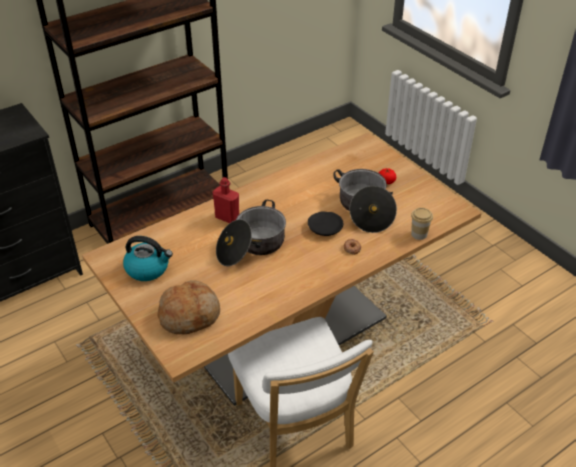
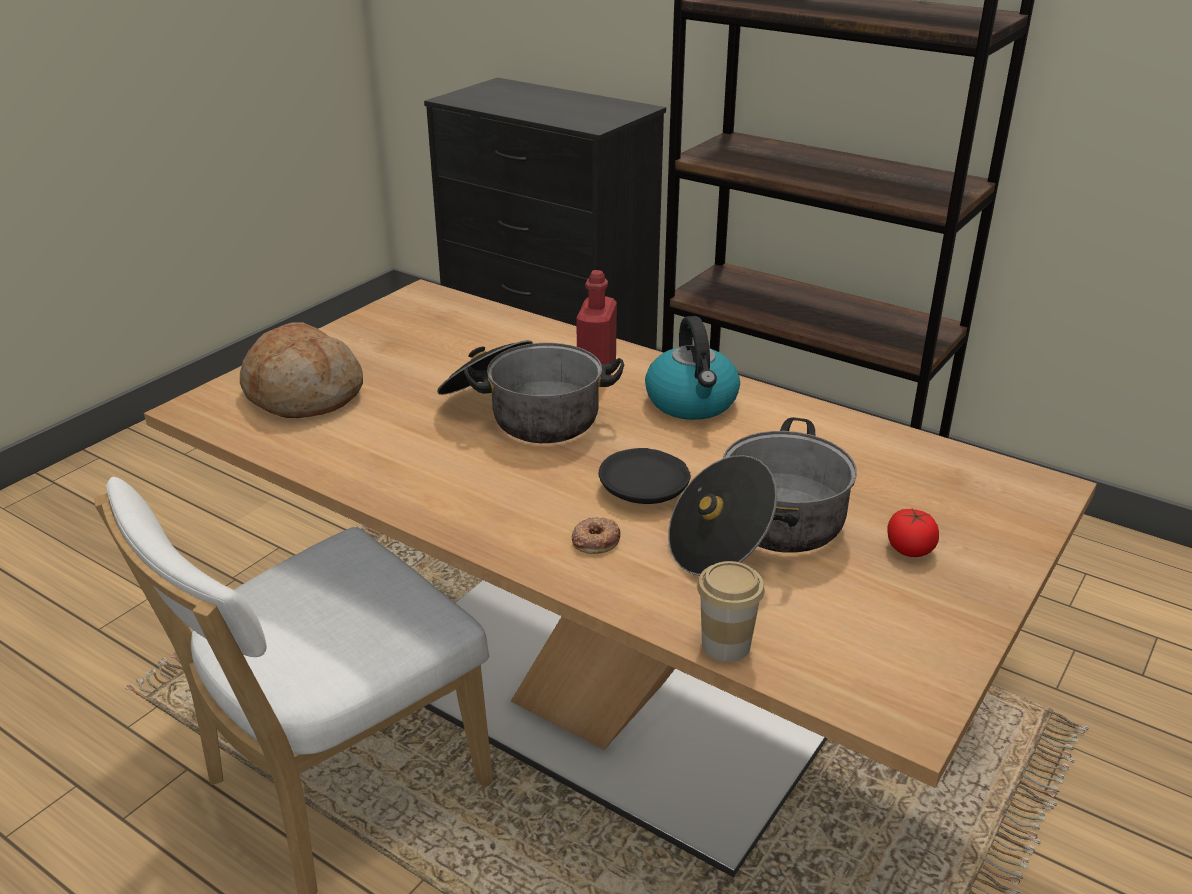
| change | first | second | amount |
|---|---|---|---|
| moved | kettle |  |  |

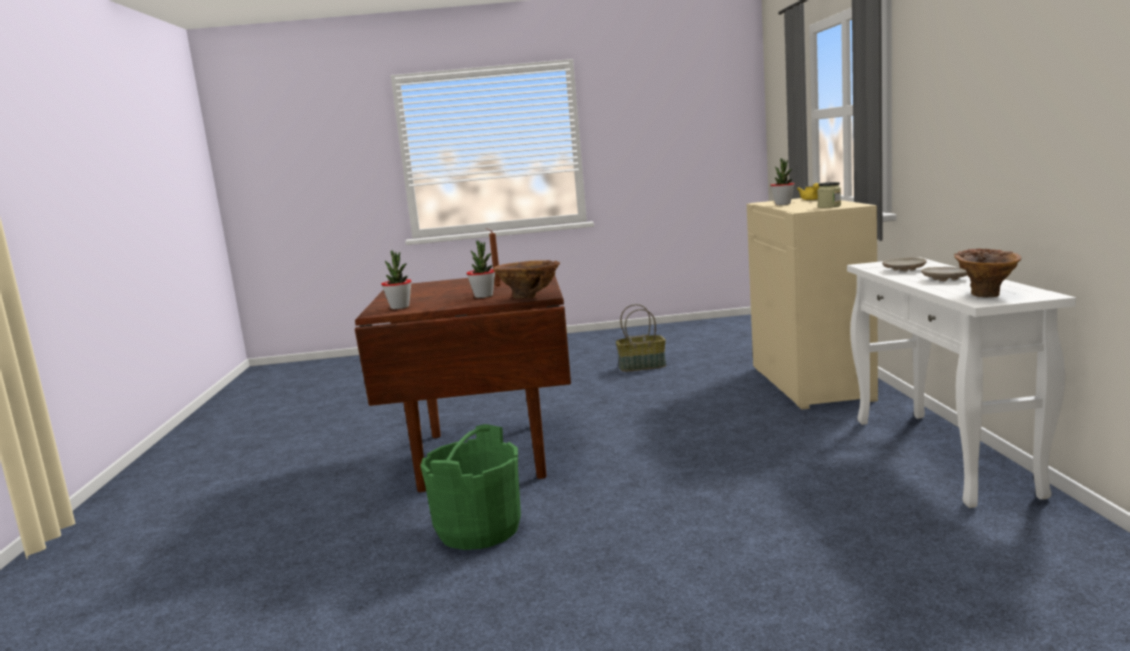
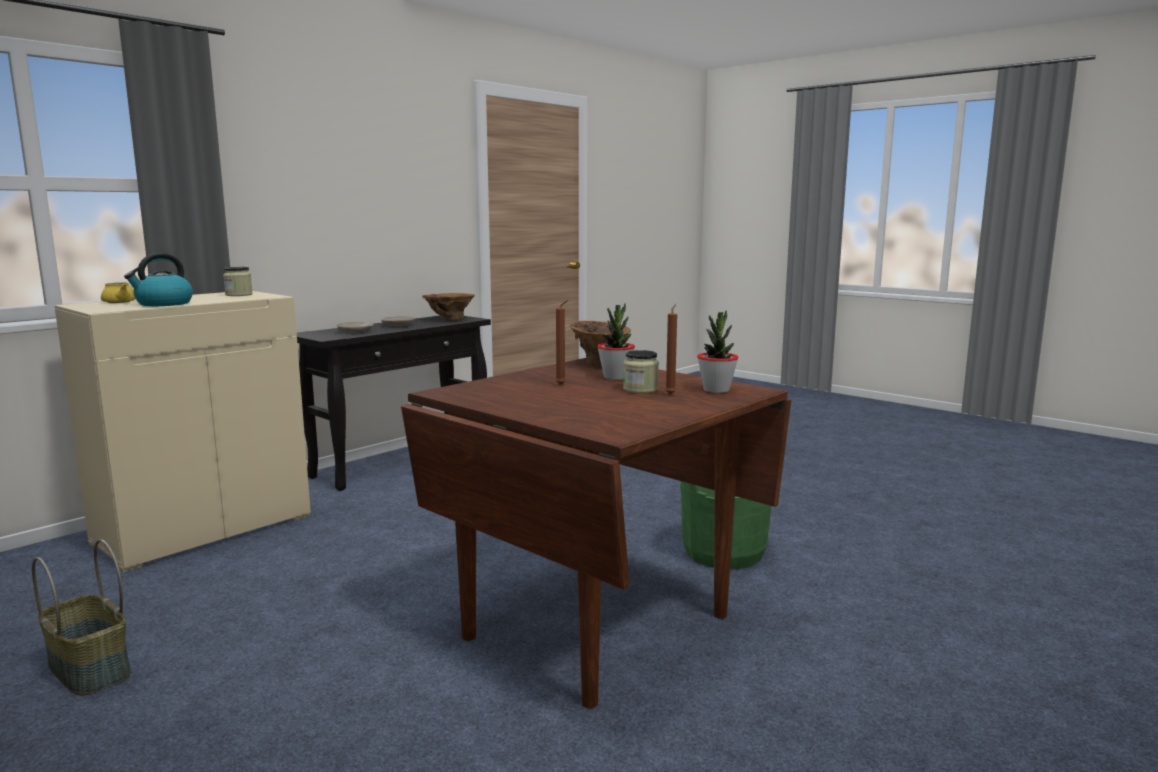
| change | first | second | amount |
|---|---|---|---|
| replaced | potted plant (3rd from left) | kettle |  |
| recoloured | white narrow table | blackish narrow table |  |
| added |  | jar (2nd from left) |  |
| added |  | brown-coloured wax light (2nd from left) |  |

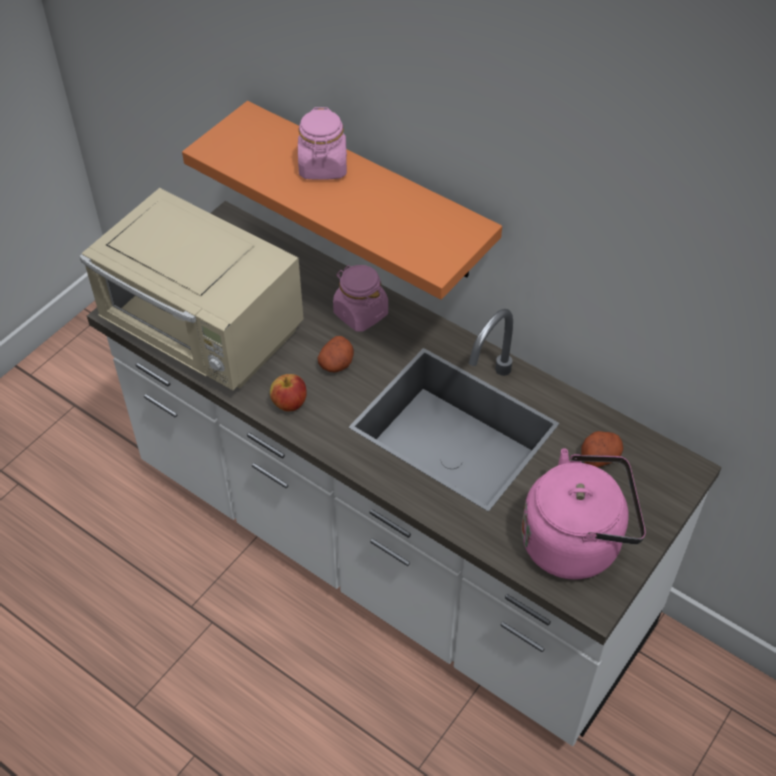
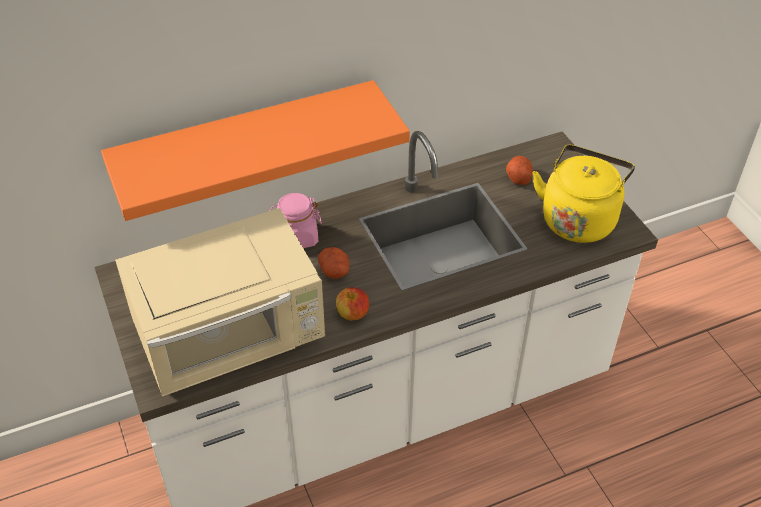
| change | first | second | amount |
|---|---|---|---|
| recoloured | pink-coloured kettle | yellow-coloured kettle |  |
| removed | pink-coloured jar (1st from left) |  |  |

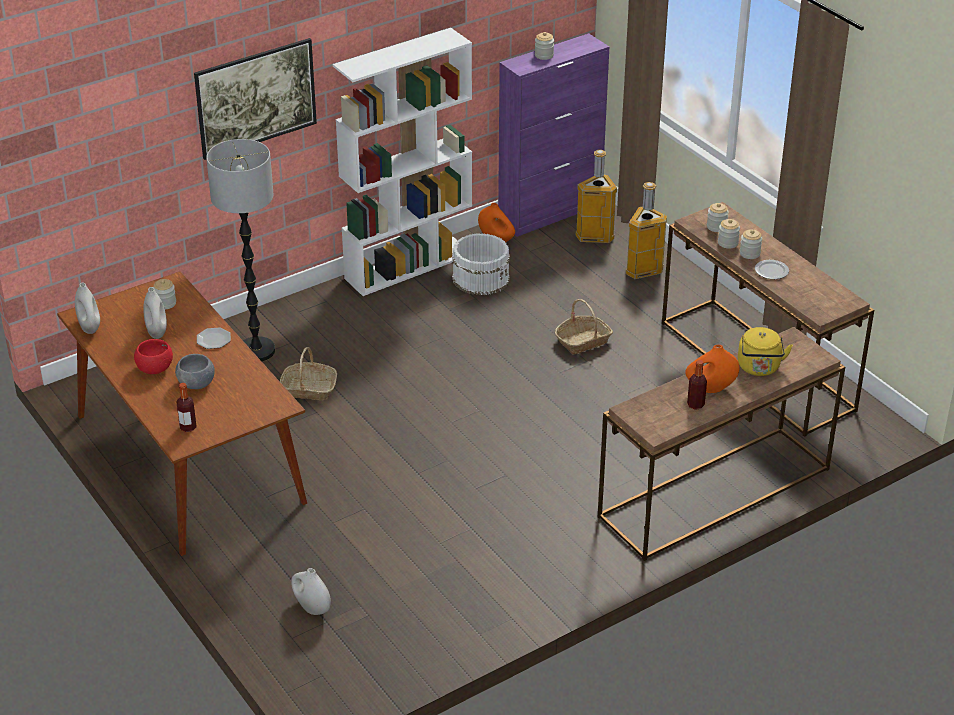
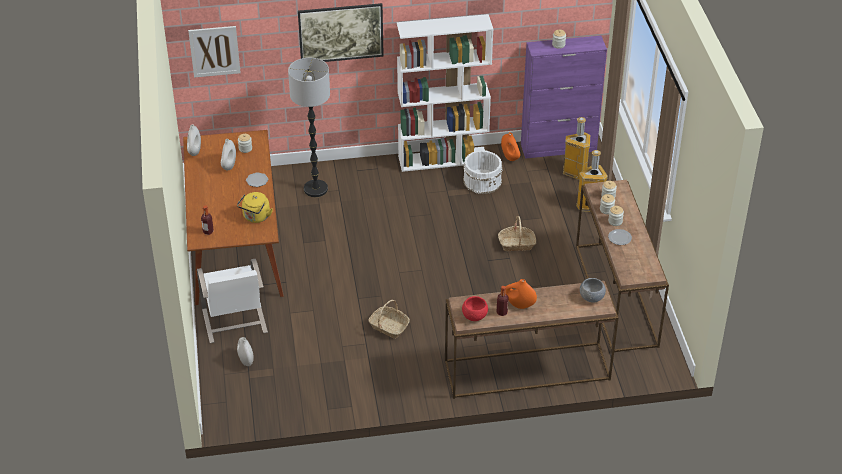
| change | first | second | amount |
|---|---|---|---|
| added |  | wall art (1st from left) |  |
| added |  | white chair |  |
| moved | yellow-coloured kettle |  |  |
| moved | storage basket (1st from left) |  |  |
| moved | reddish bowl |  |  |
| moved | gray bowl |  |  |

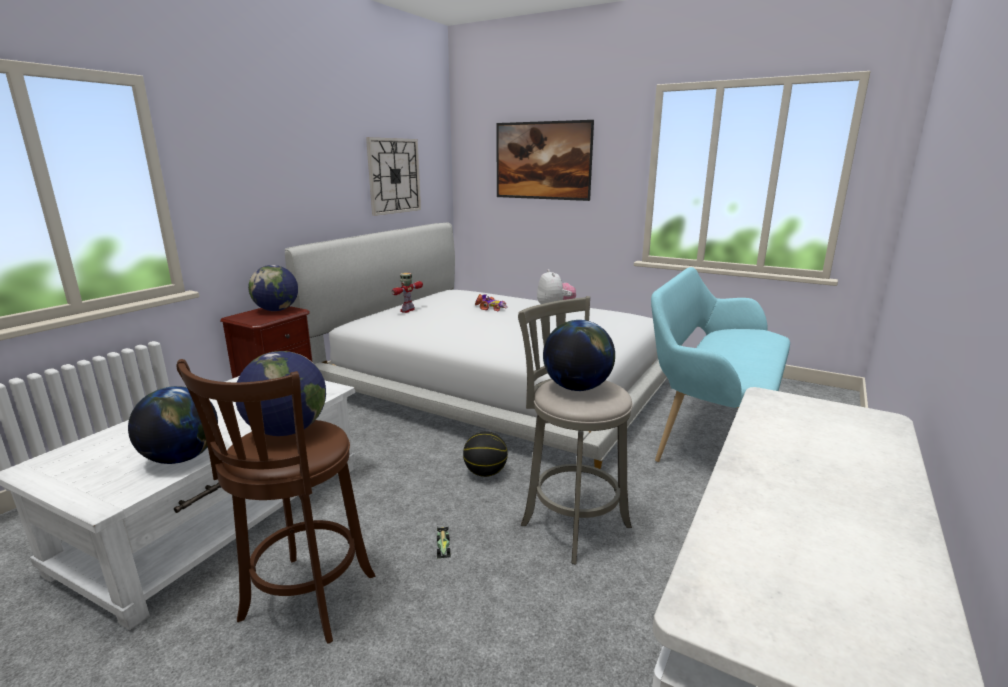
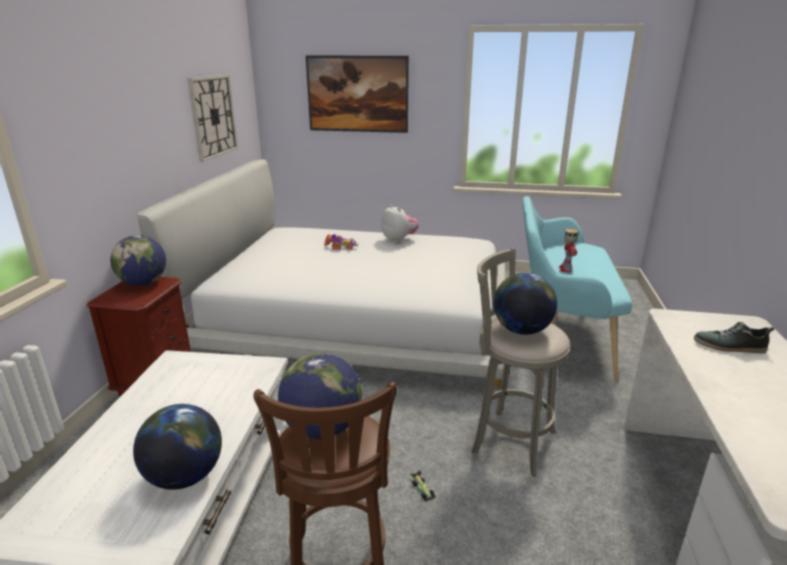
| change | first | second | amount |
|---|---|---|---|
| moved | model robot |  |  |
| added |  | shoe |  |
| removed | basketball |  |  |

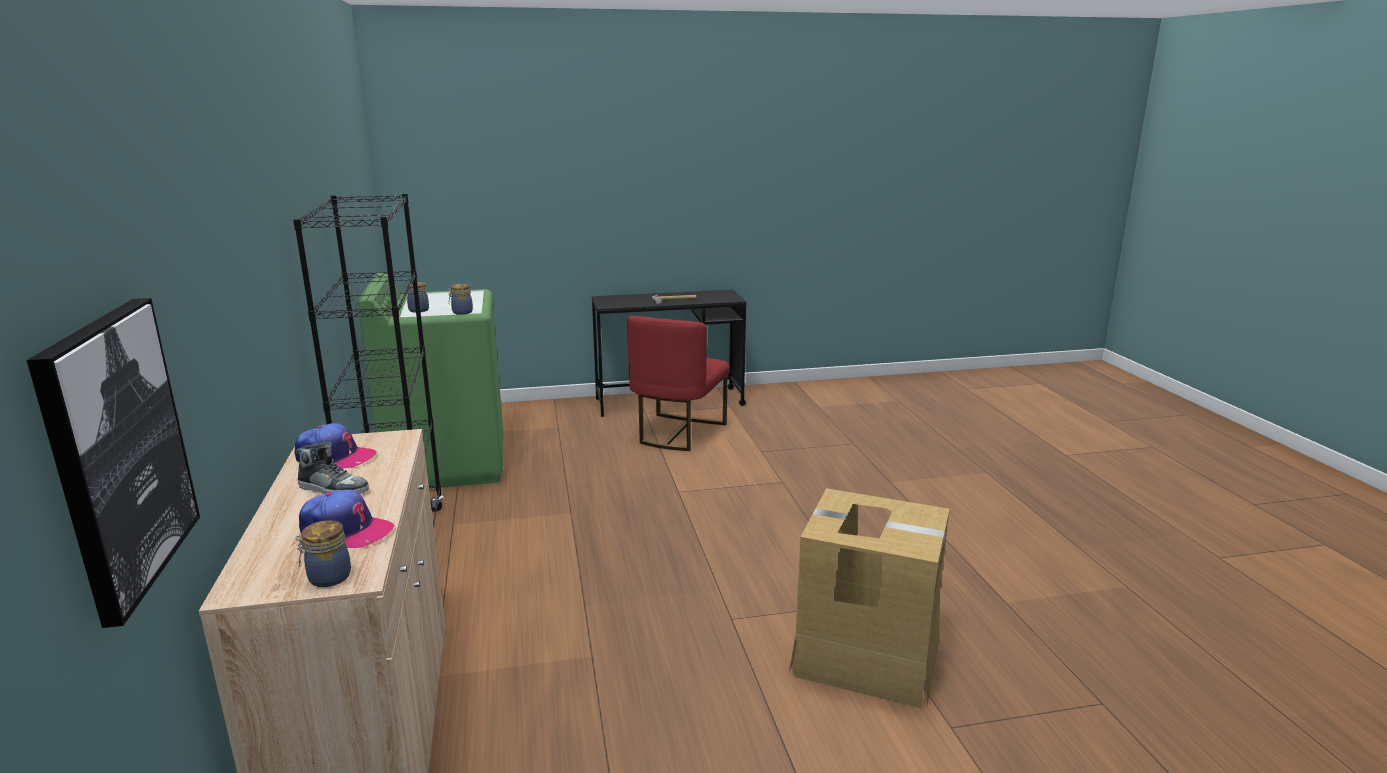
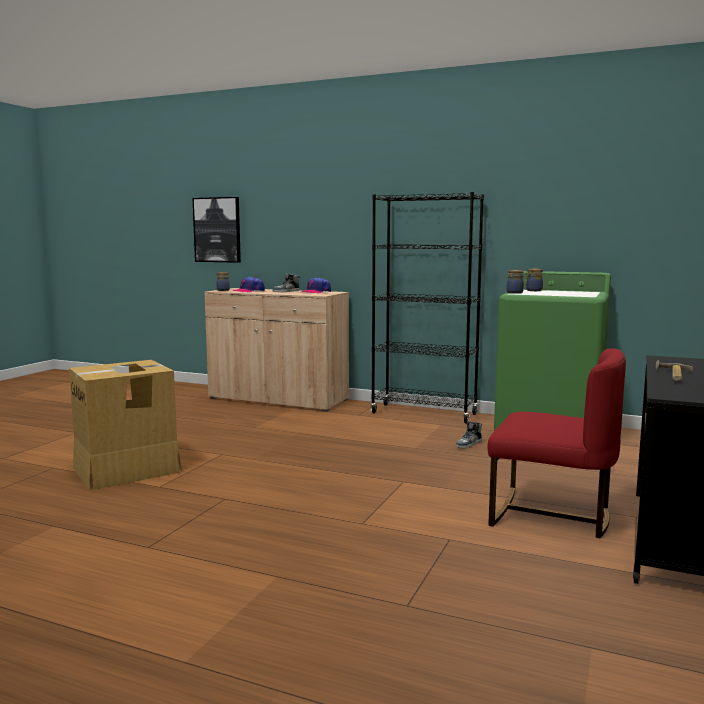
| change | first | second | amount |
|---|---|---|---|
| added |  | shoe (2nd from left) |  |
| turned | reddish chair |  | 150 degrees clockwise |

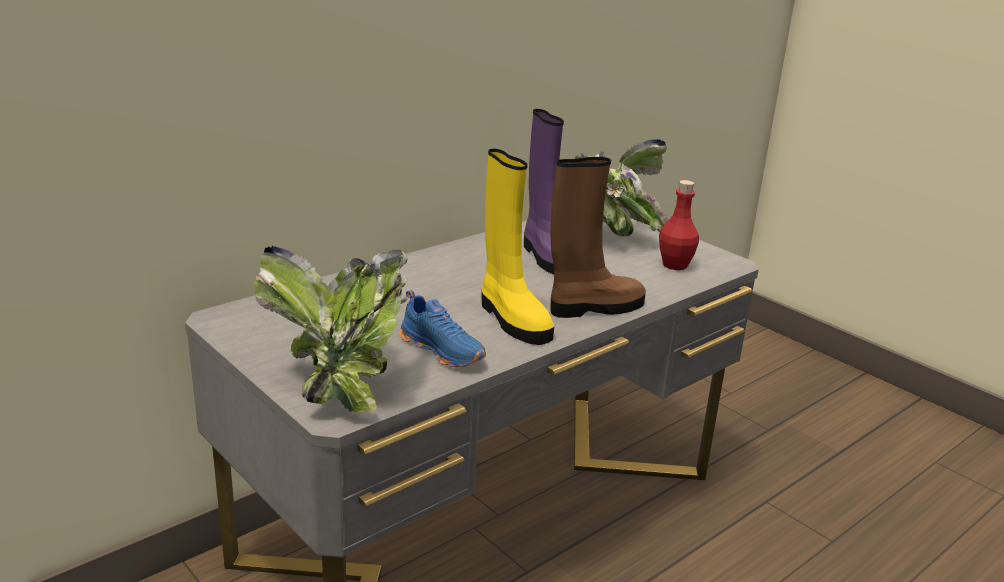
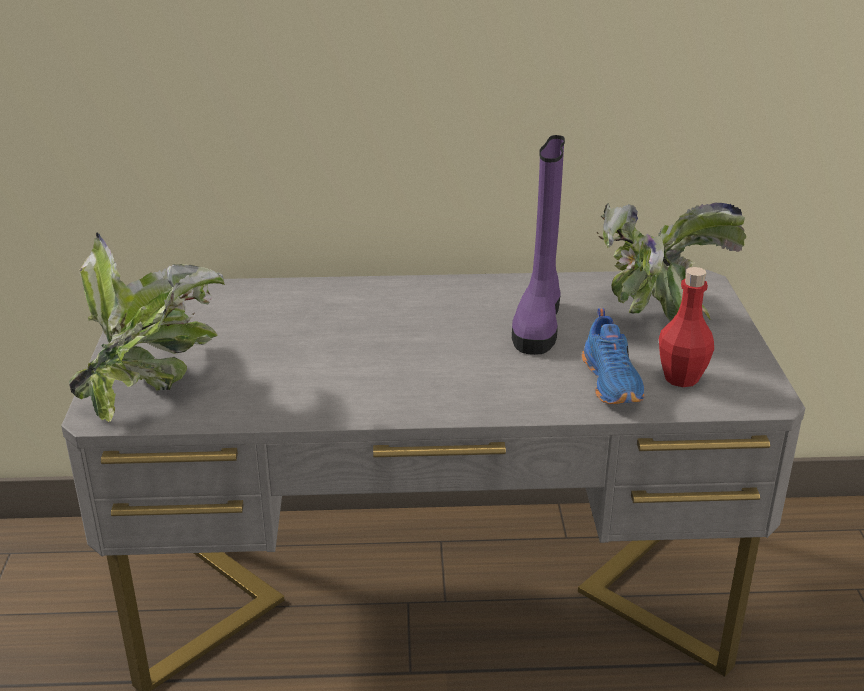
| change | first | second | amount |
|---|---|---|---|
| moved | blue-coloured shoe |  |  |
| removed | yellow-coloured tall boot |  |  |
| removed | brown-coloured tall boot |  |  |

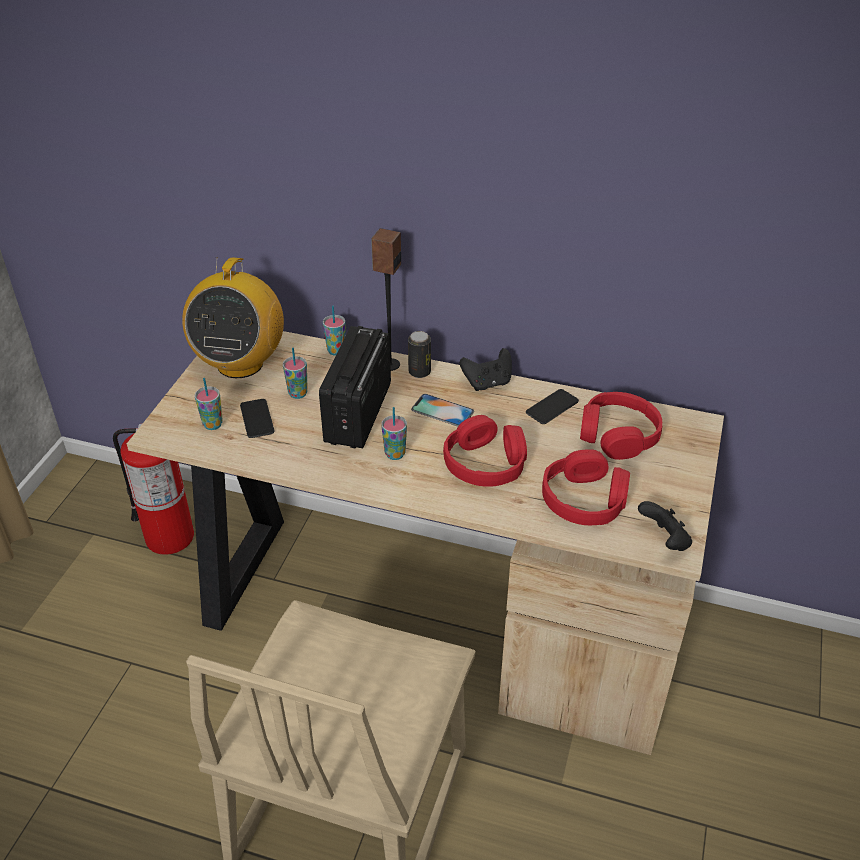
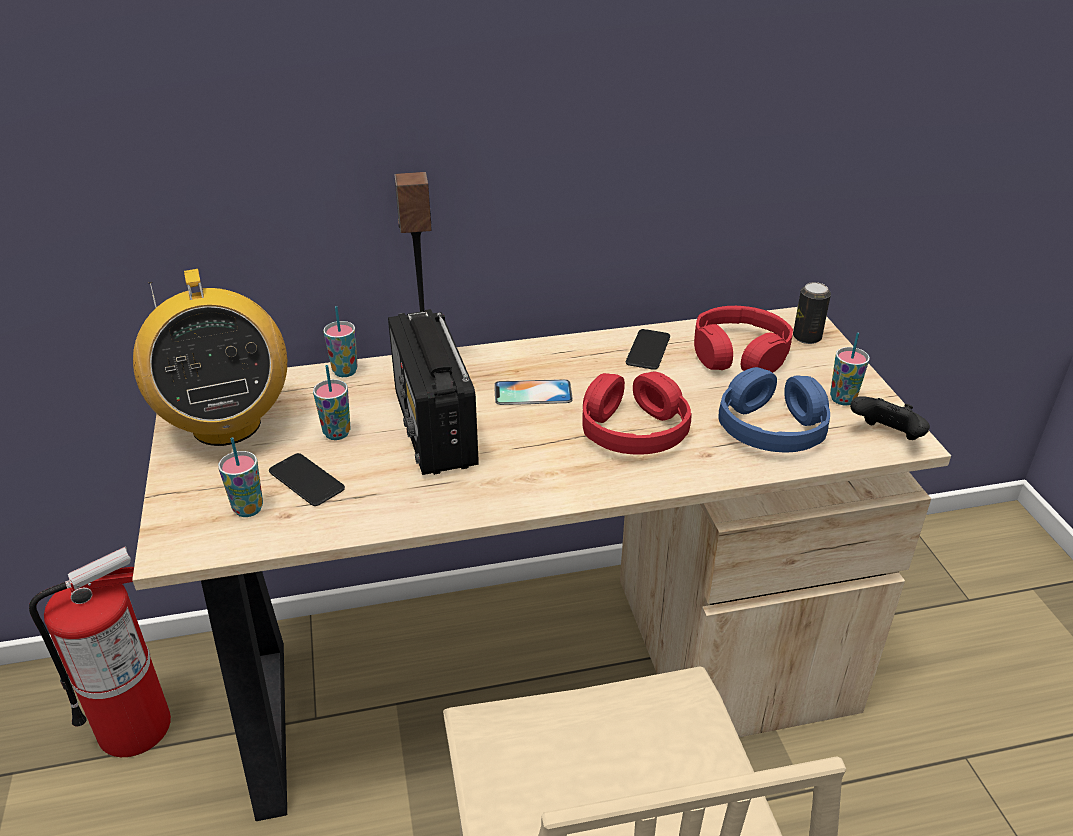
| change | first | second | amount |
|---|---|---|---|
| recoloured | reddish headset (2nd from left) | blue-coloured headset |  |
| moved | can |  |  |
| moved | cup (4th from left) |  |  |
| removed | blackish gamepad (1st from left) |  |  |

